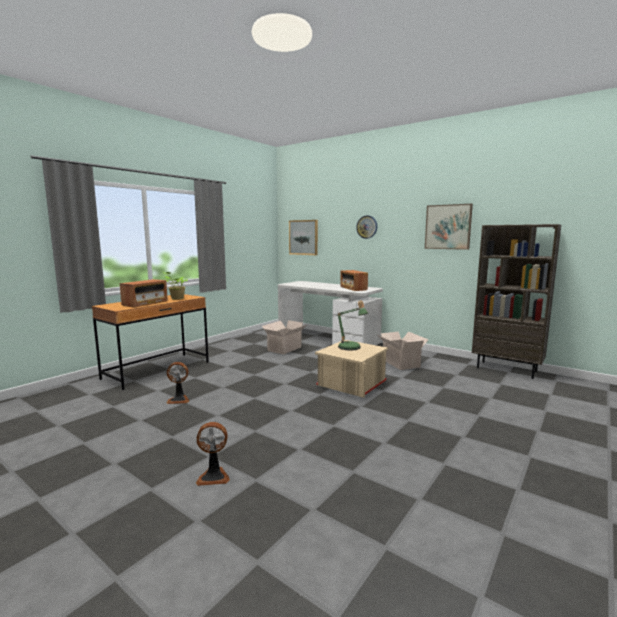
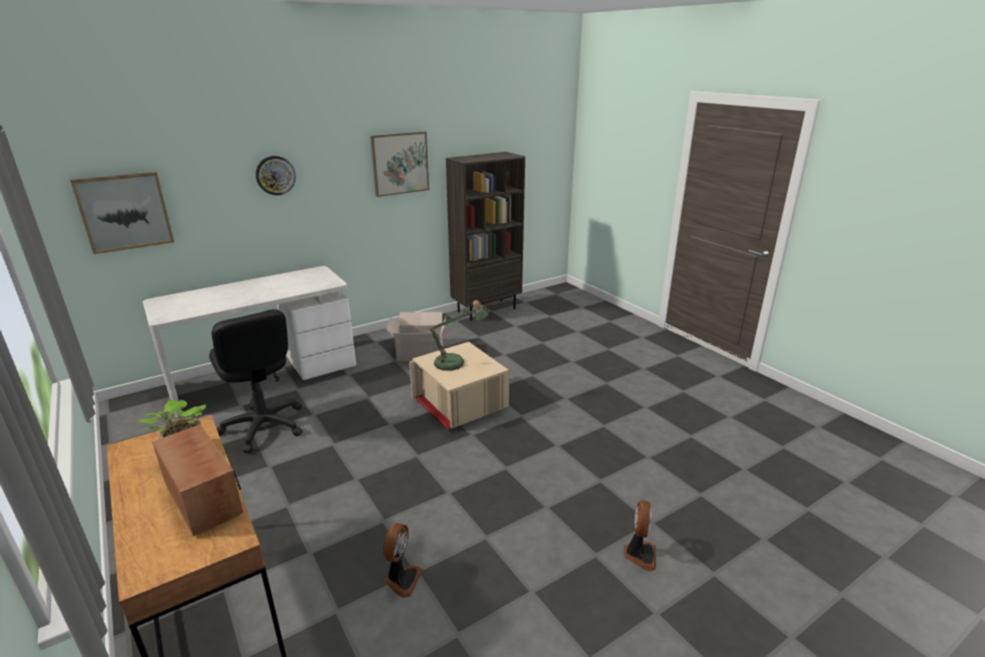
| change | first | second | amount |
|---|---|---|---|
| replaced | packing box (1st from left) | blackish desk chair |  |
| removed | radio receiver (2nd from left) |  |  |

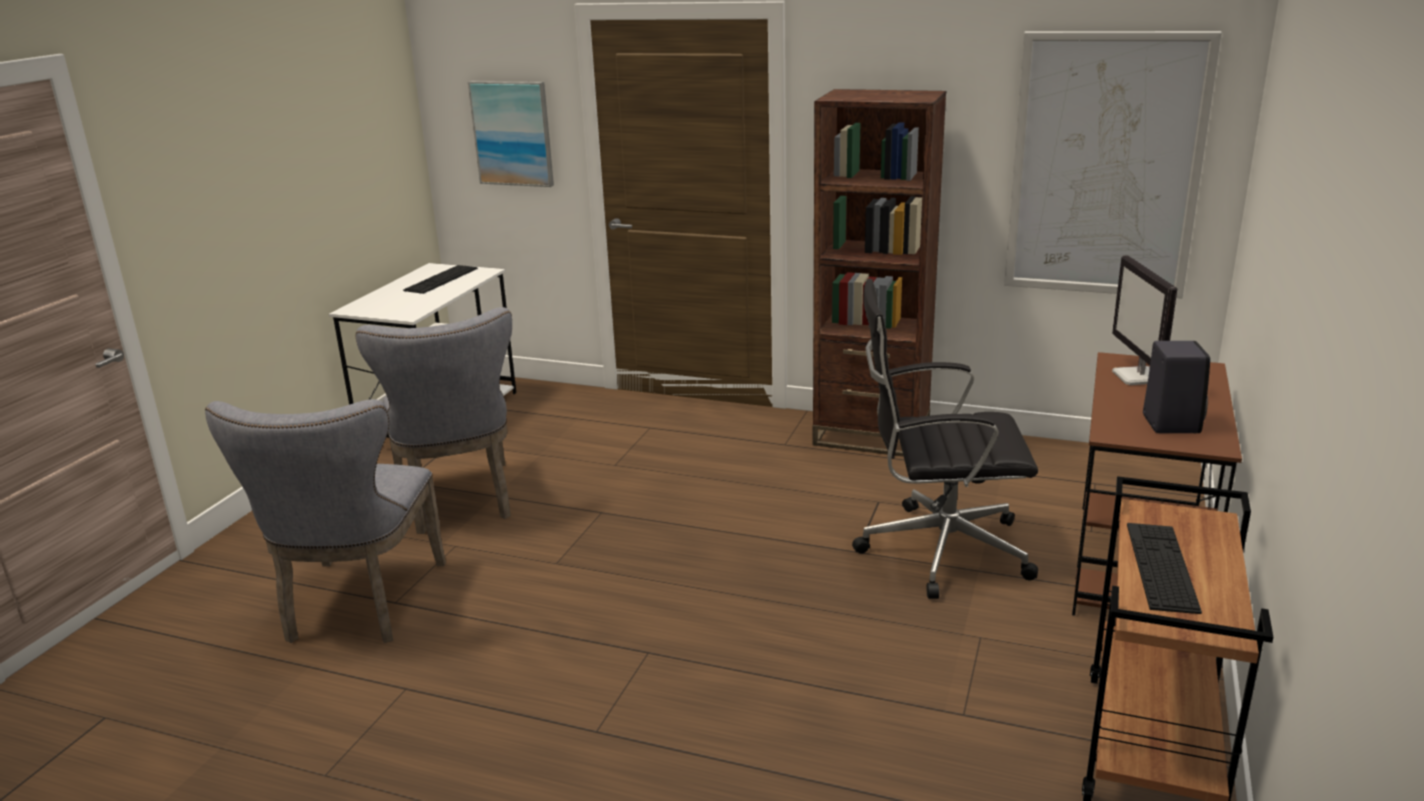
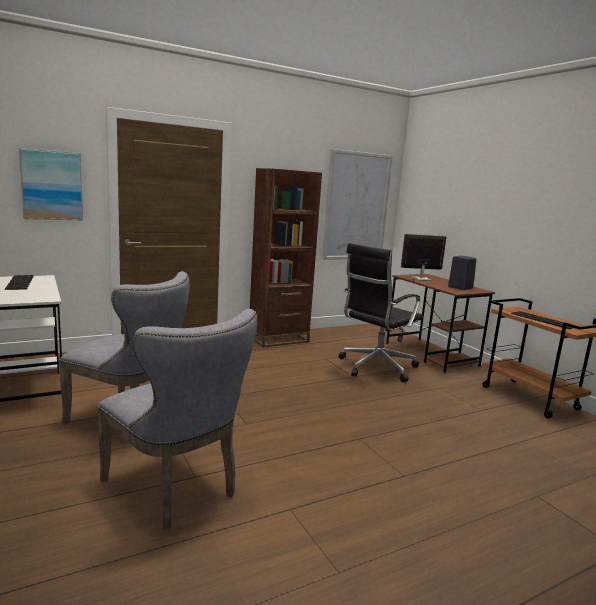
| change | first | second | amount |
|---|---|---|---|
| turned | computer display |  | 135 degrees clockwise |

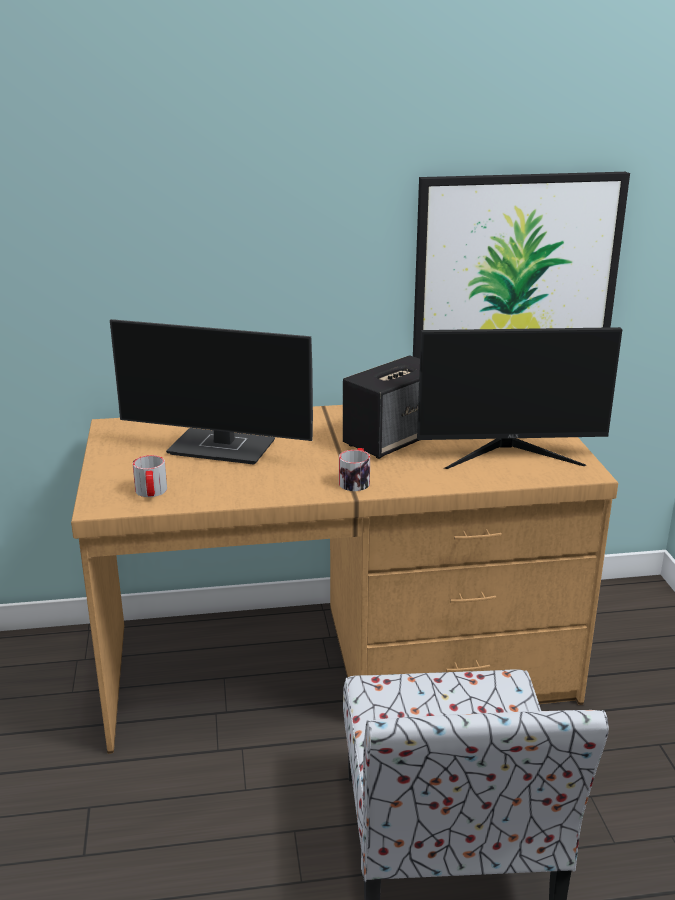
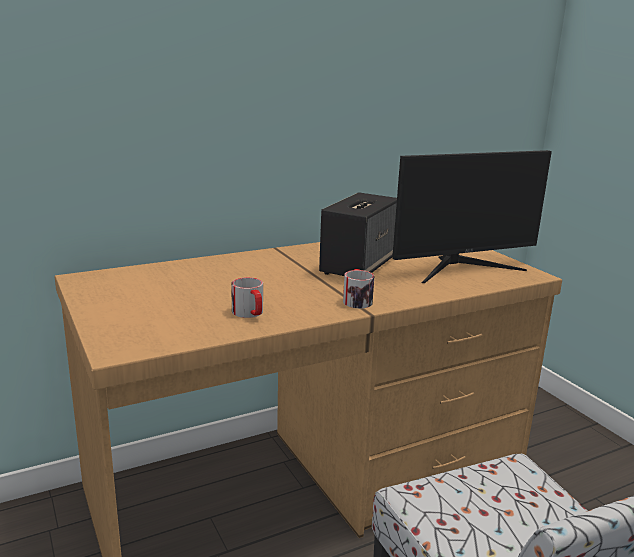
| change | first | second | amount |
|---|---|---|---|
| moved | mug (1st from left) |  |  |
| removed | computer display (1st from left) |  |  |
| removed | wall art |  |  |

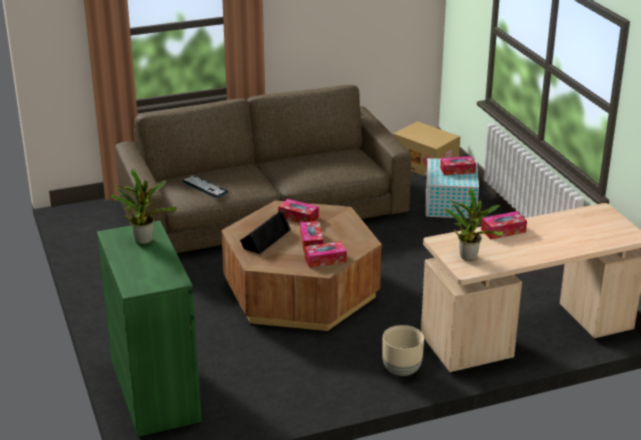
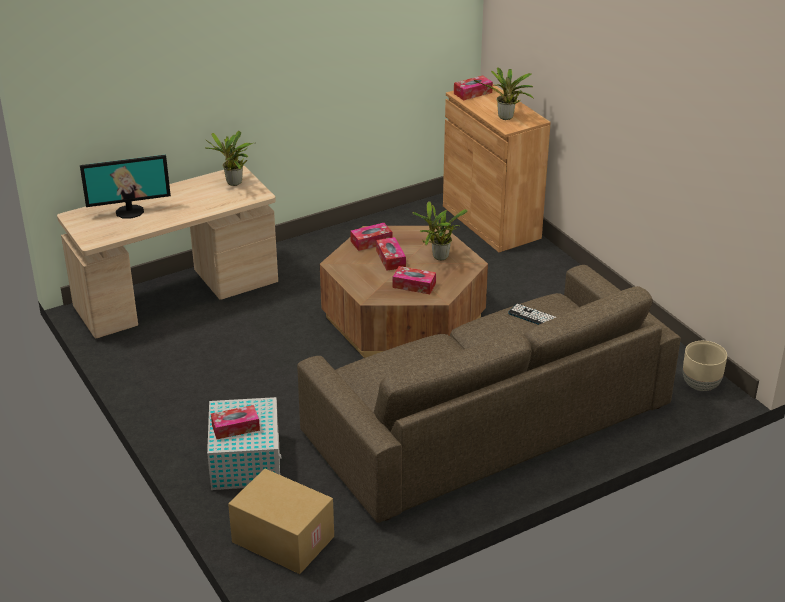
| change | first | second | amount |
|---|---|---|---|
| added |  | computer display |  |
| replaced | blackish speaker | potted plant (2nd from left) |  |
| recoloured | green-coloured storage cabinet | brown-coloured storage cabinet |  |
| moved | tissue box (5th from left) |  |  |
| moved | beige-coloured planter |  |  |

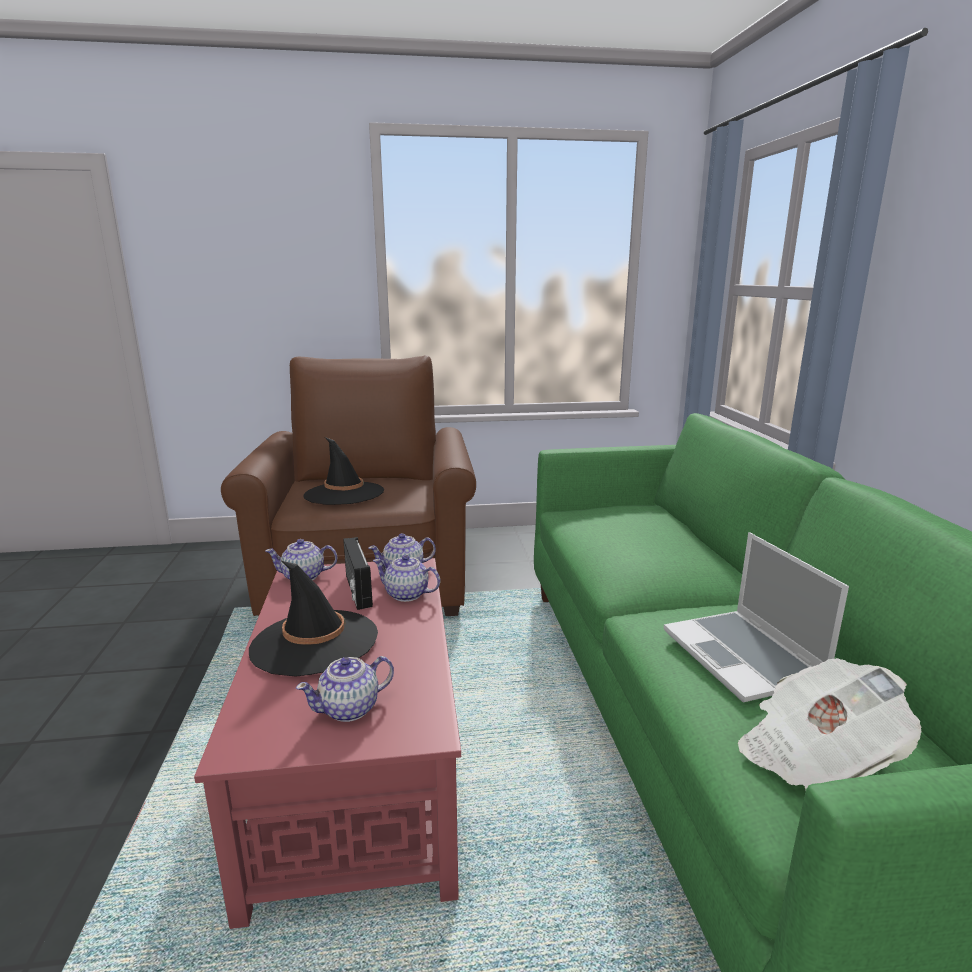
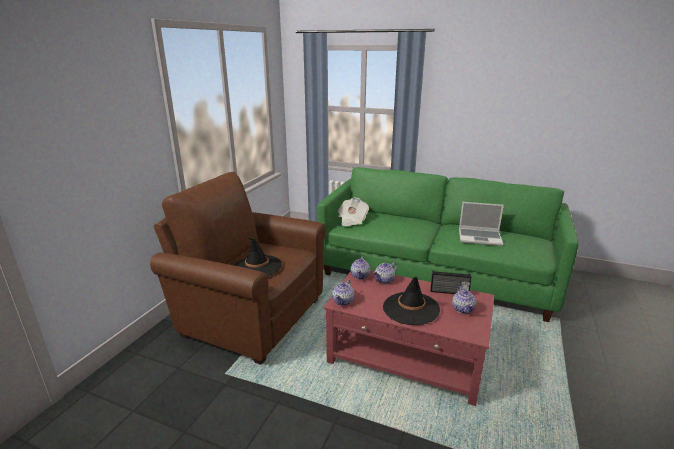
| change | first | second | amount |
|---|---|---|---|
| moved | daily paper |  |  |
| moved | radio receiver |  |  |

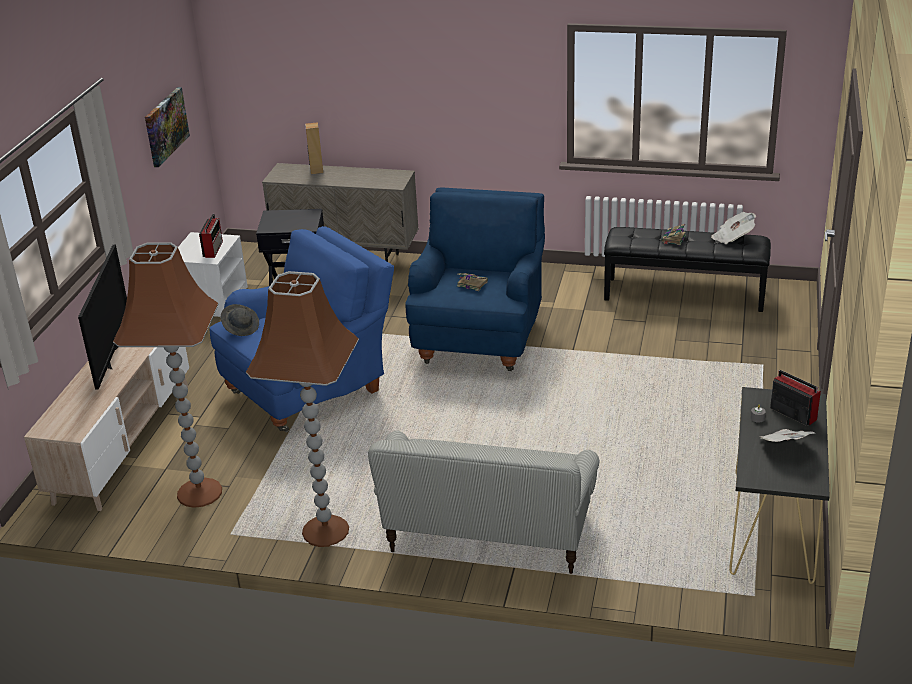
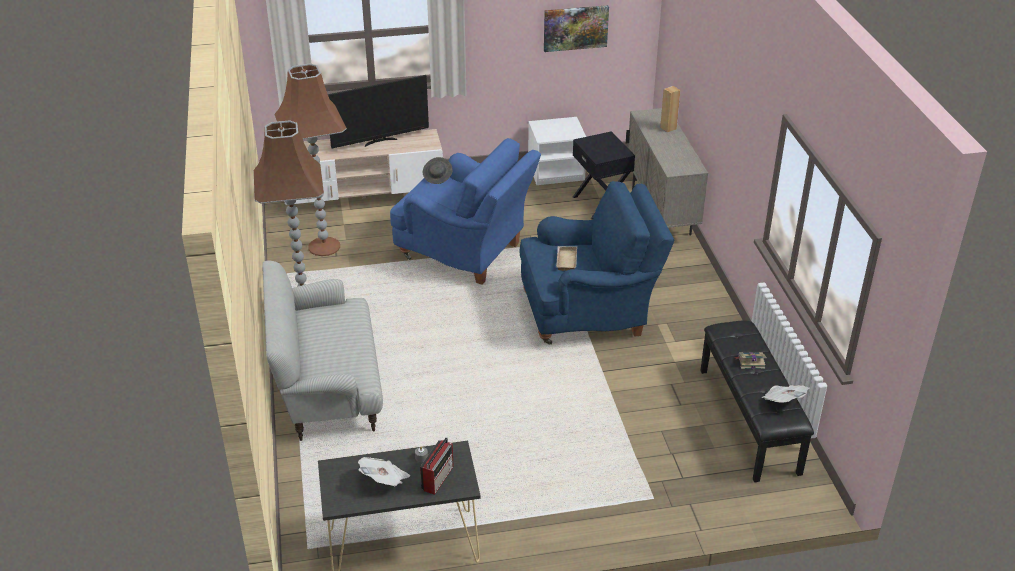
| change | first | second | amount |
|---|---|---|---|
| replaced | book (1st from left) | beige-coloured tray |  |
| removed | radio receiver (1st from left) |  |  |

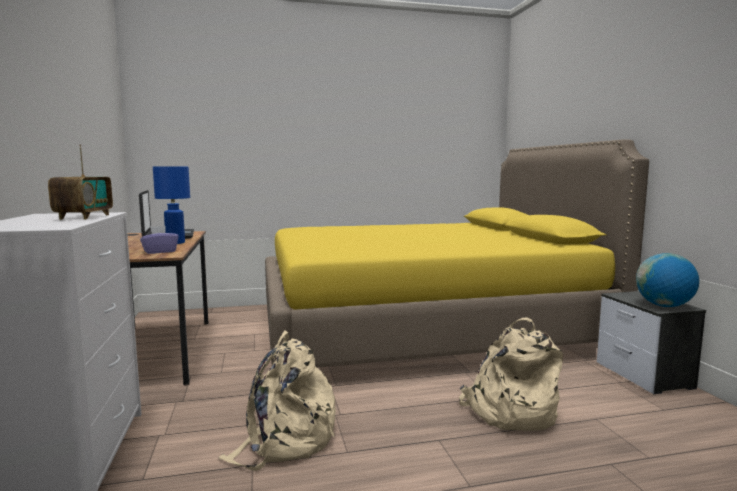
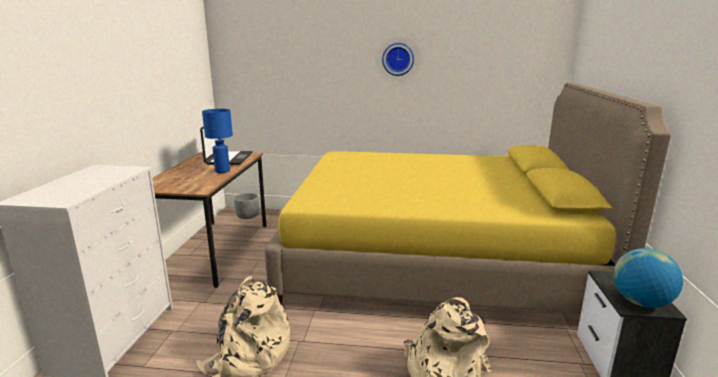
| change | first | second | amount |
|---|---|---|---|
| added |  | gray planter |  |
| added |  | hanging clock |  |
| removed | radio receiver |  |  |
| removed | purple tissue box |  |  |

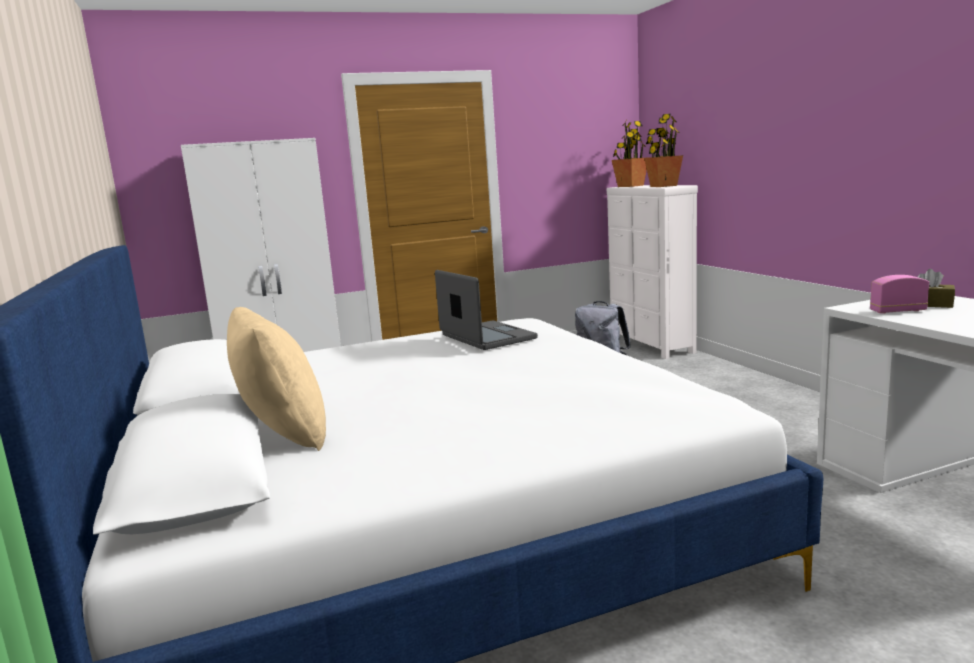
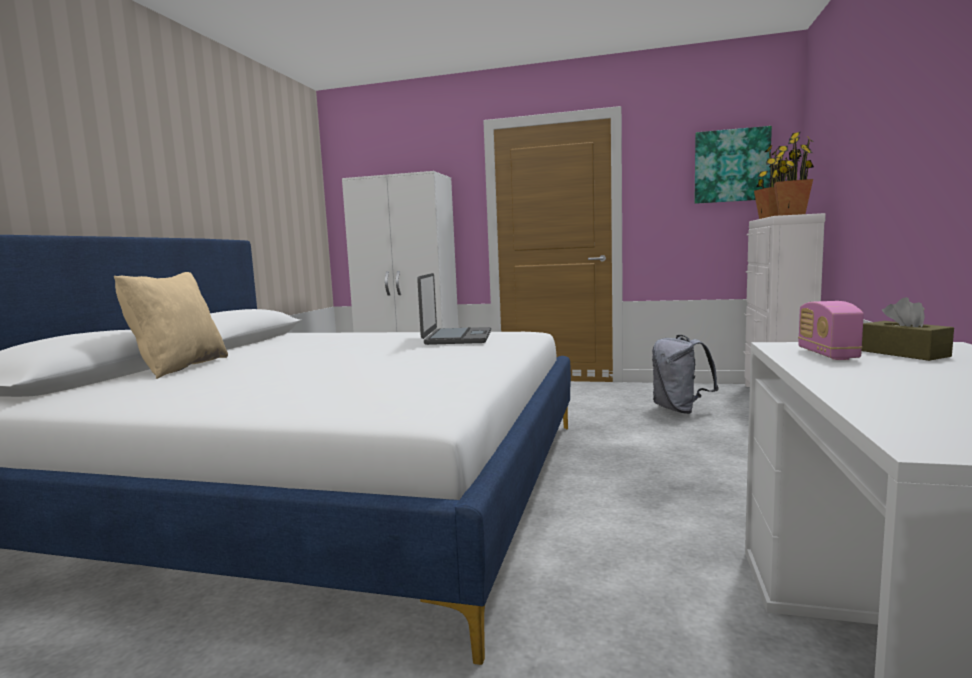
| change | first | second | amount |
|---|---|---|---|
| added |  | wall art |  |
| turned | radio receiver |  | 120 degrees counterclockwise |

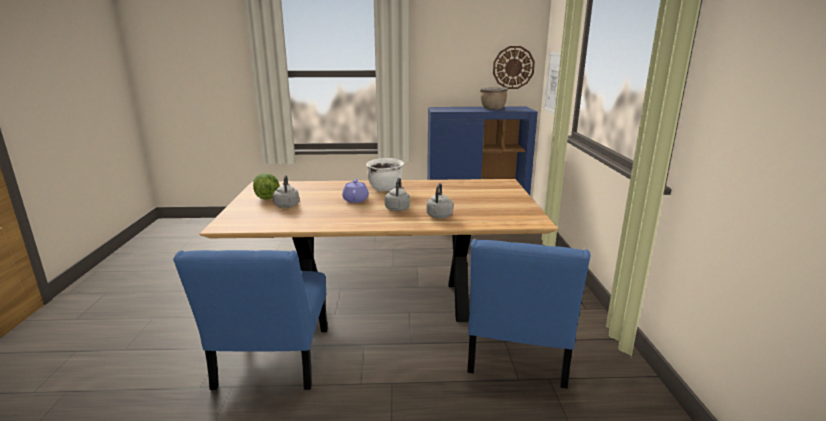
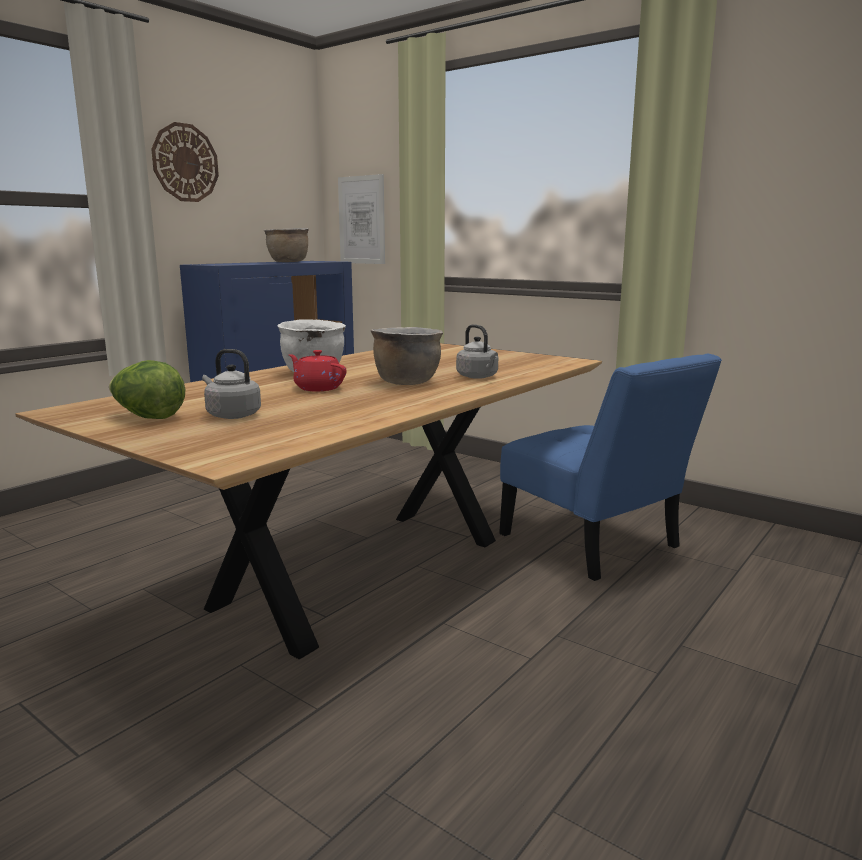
| change | first | second | amount |
|---|---|---|---|
| moved | hanging clock |  |  |
| recoloured | purple tea pot | reddish tea pot |  |
| replaced | gray kettle (2nd from left) | brown-coloured stockpot (2nd from left) |  |
| removed | blue-coloured chair (1st from left) |  |  |

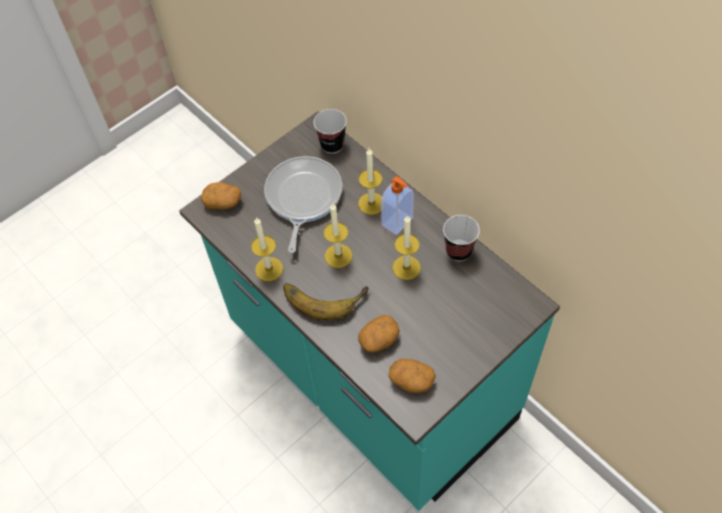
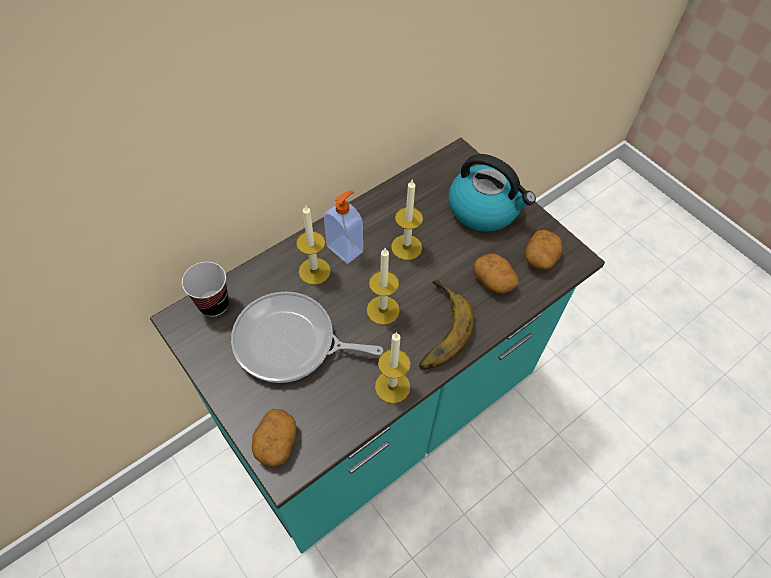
| change | first | second | amount |
|---|---|---|---|
| added |  | kettle |  |
| removed | cup (2nd from left) |  |  |

